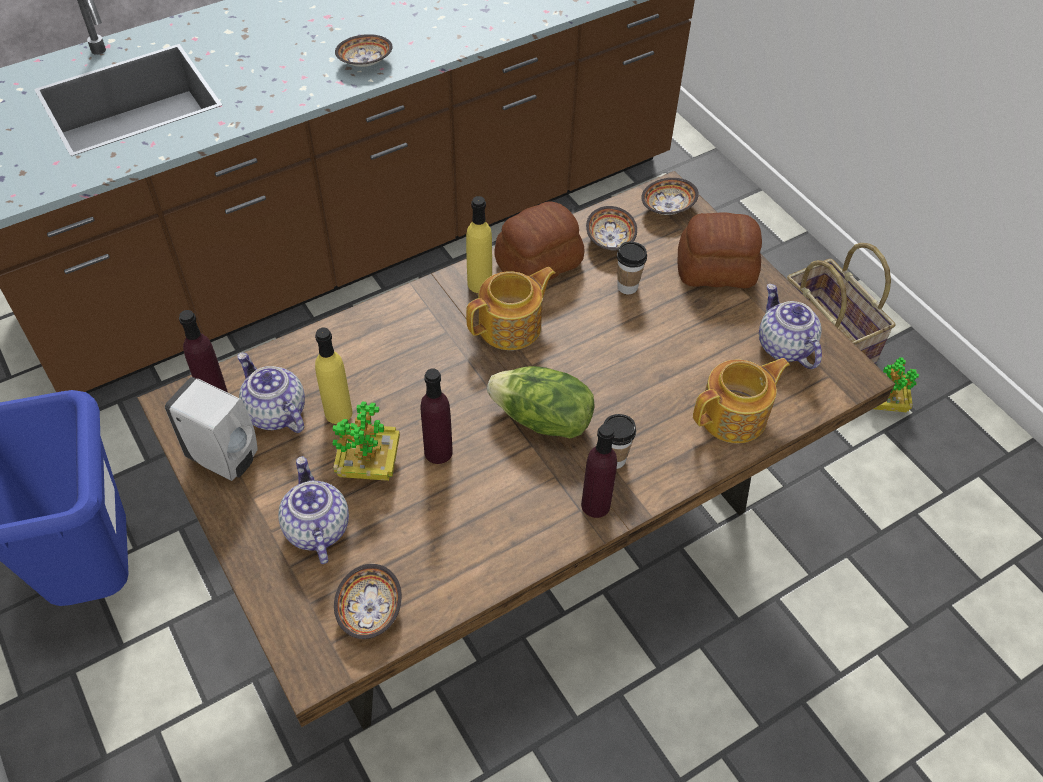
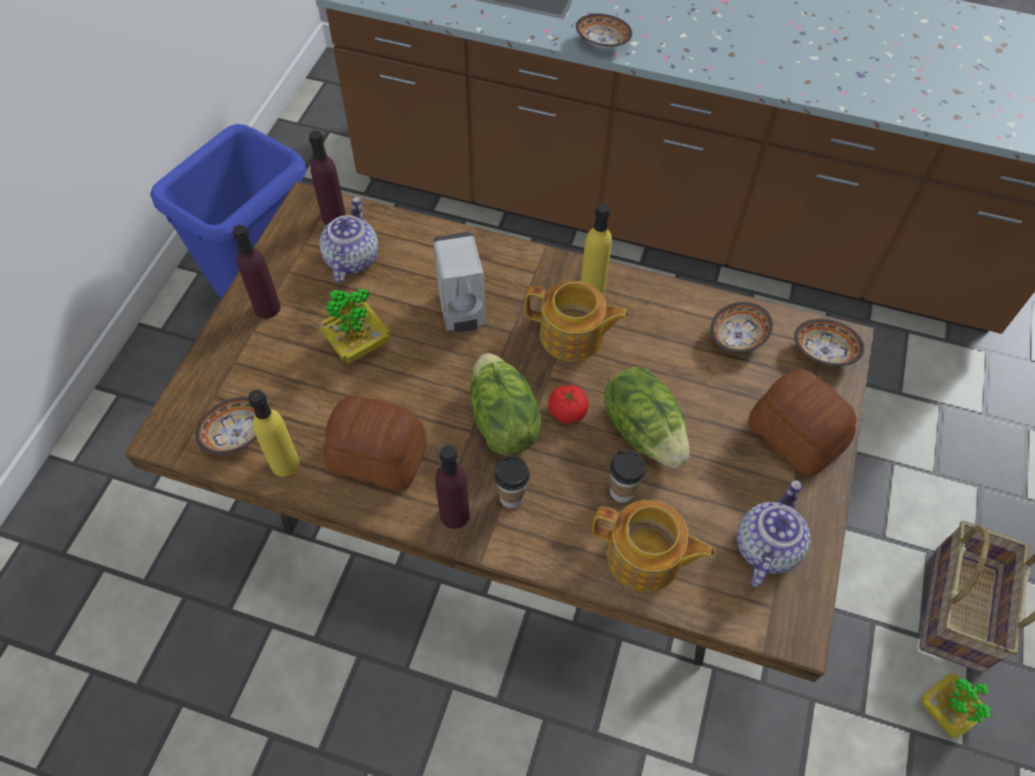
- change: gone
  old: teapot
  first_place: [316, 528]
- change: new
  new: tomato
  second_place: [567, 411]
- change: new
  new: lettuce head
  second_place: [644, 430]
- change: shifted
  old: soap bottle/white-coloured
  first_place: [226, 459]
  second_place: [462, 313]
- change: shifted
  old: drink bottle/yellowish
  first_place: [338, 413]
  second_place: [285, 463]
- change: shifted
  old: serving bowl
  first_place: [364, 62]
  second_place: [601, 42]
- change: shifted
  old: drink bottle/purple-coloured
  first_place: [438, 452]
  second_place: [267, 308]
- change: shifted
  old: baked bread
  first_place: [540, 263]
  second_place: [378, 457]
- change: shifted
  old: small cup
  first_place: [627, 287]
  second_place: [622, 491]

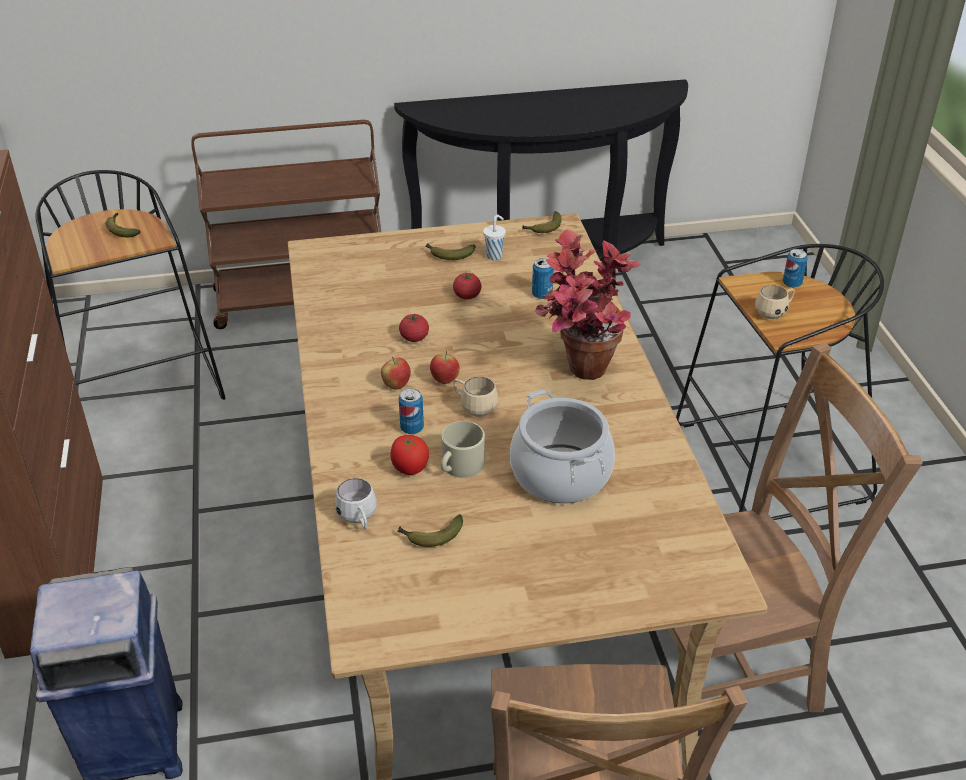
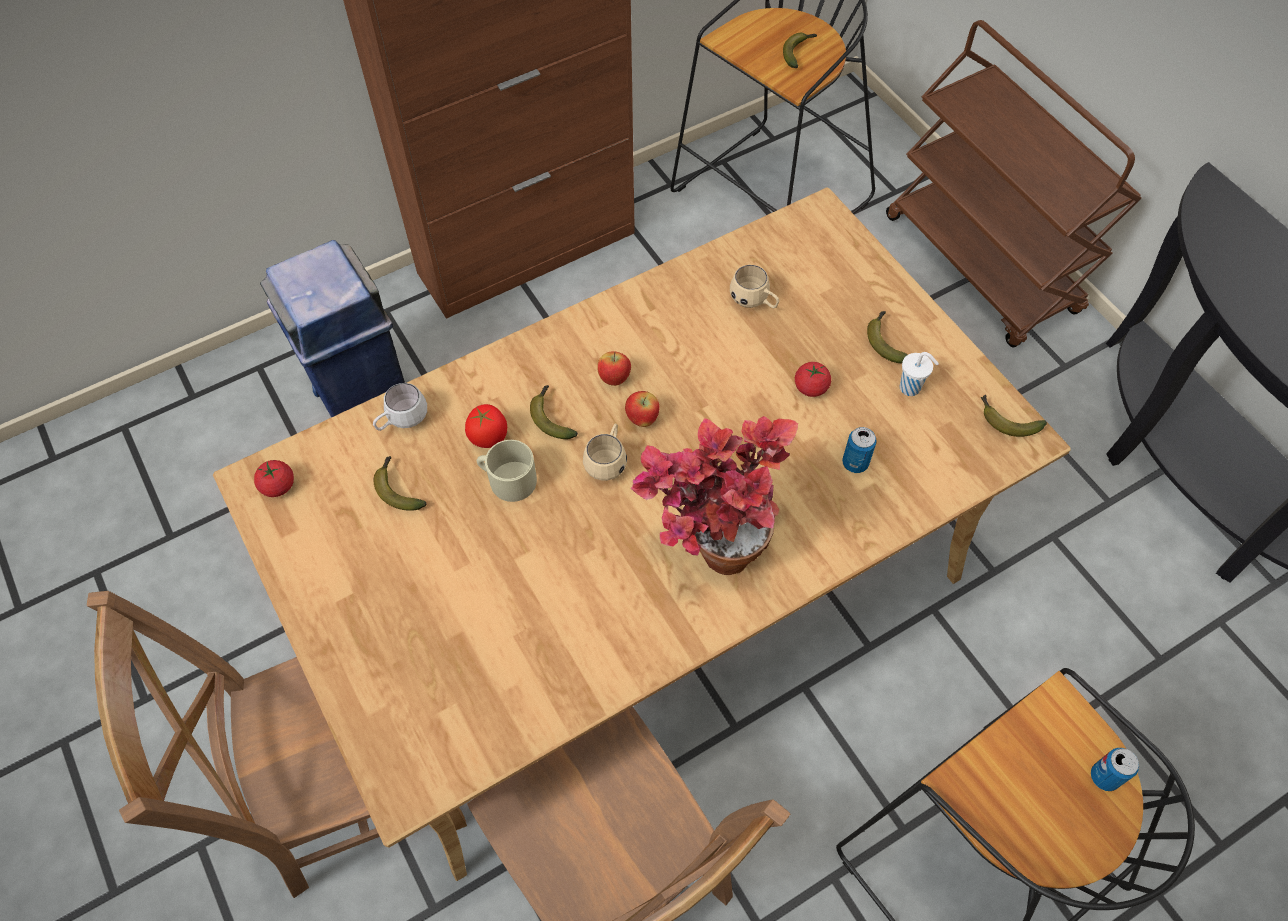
- change: gone
  old: cooking pot
  first_place: [560, 474]
- change: shifted
  old: tomato
  first_place: [414, 338]
  second_place: [278, 486]
- change: shifted
  old: tea mug/beige
  first_place: [774, 312]
  second_place: [754, 302]
- change: swapped
  old: sealed can
  new: banana
  first_place: [412, 428]
  second_place: [551, 417]

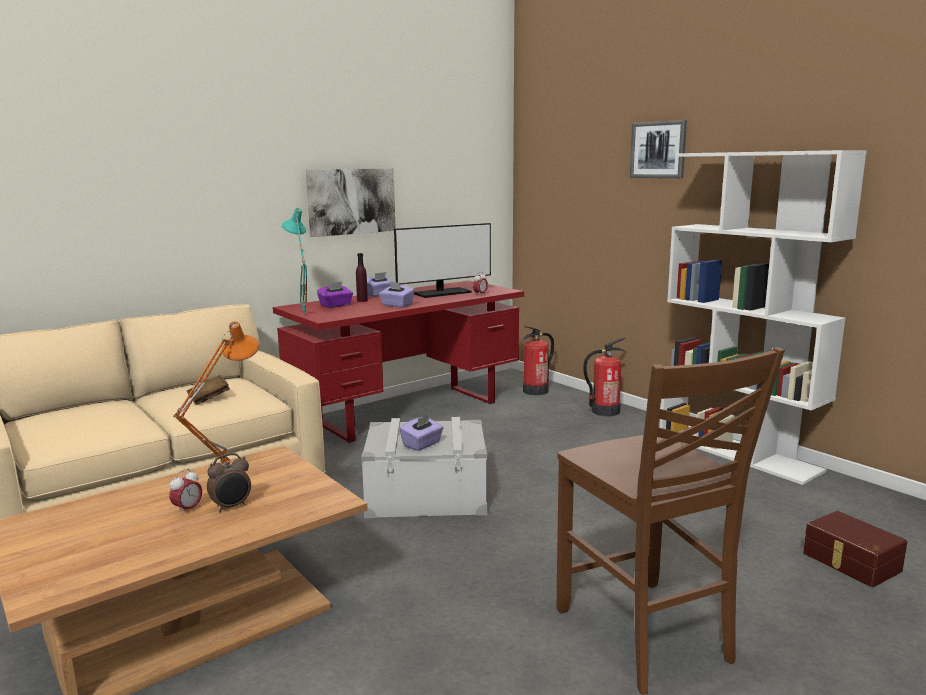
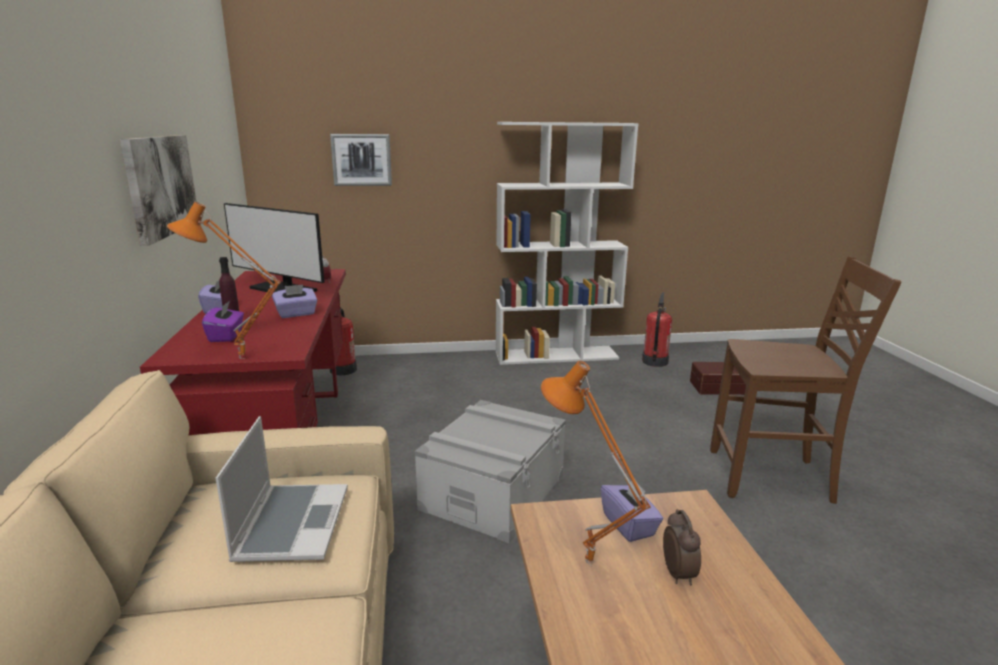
- change: gone
  old: alarm clock
  first_place: [188, 510]
- change: shifted
  old: box of tissues/purple-coloured
  first_place: [422, 444]
  second_place: [629, 525]
- change: shifted
  old: fire extinguisher
  first_place: [604, 411]
  second_place: [654, 362]
- change: shifted
  old: wall picture
  first_place: [658, 150]
  second_place: [361, 160]
- change: swapped
  old: book/brown
  new: notebook computer
  first_place: [209, 399]
  second_place: [291, 523]
- change: repainted
  old: tabletop lamp/turquoise
  new: tabletop lamp/orange-coloured
  first_place: [302, 315]
  second_place: [239, 359]
- change: rotated
  old: monitor
  first_place: [442, 293]
  second_place: [283, 289]
  degrees: 120

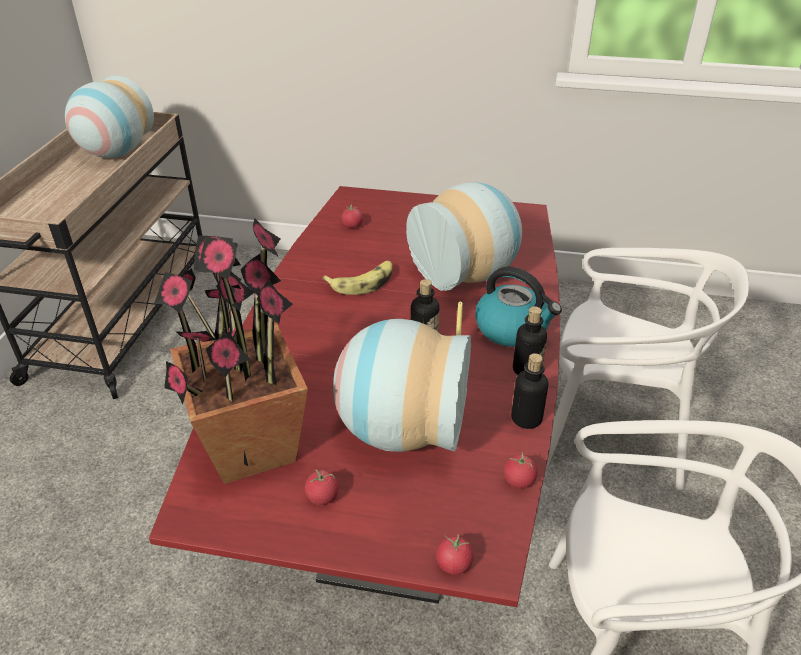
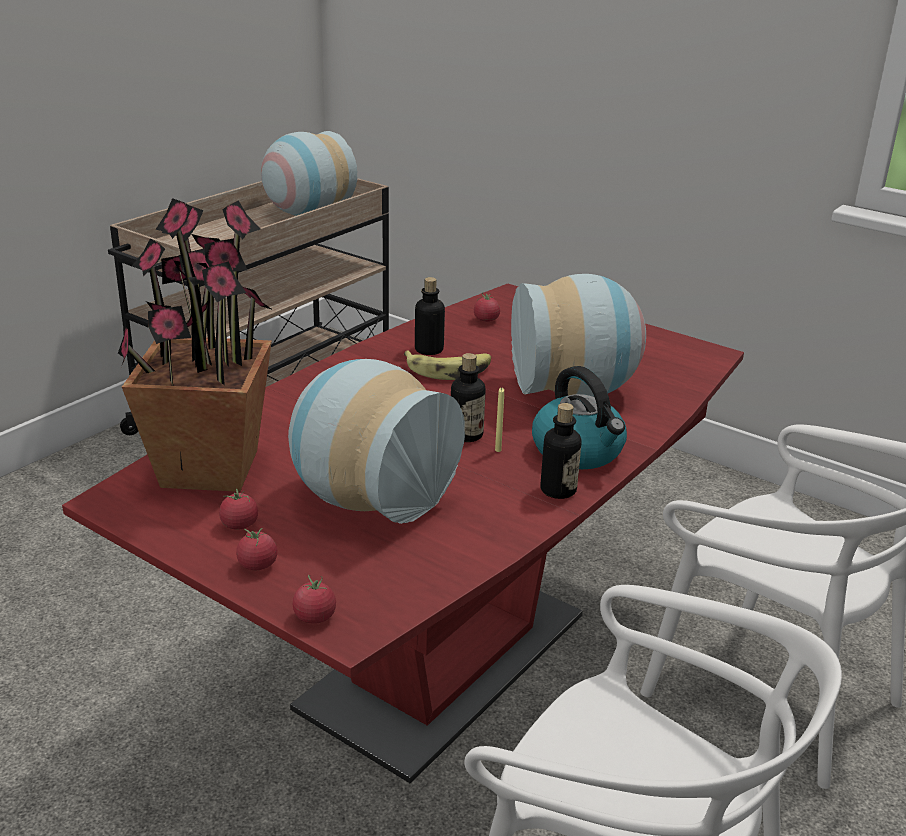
- change: shifted
  old: tomato
  first_place: [519, 480]
  second_place: [257, 565]
- change: shifted
  old: drink bottle
  first_place: [526, 418]
  second_place: [429, 350]

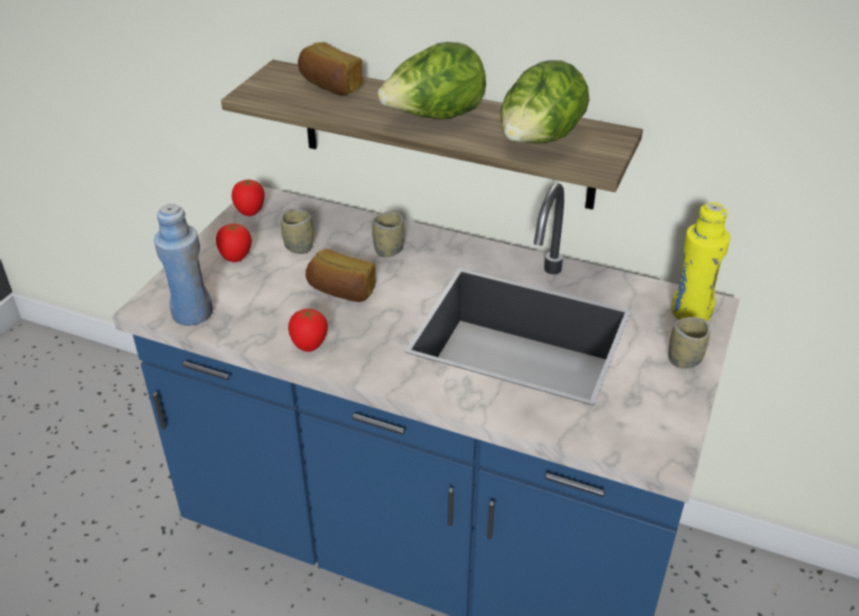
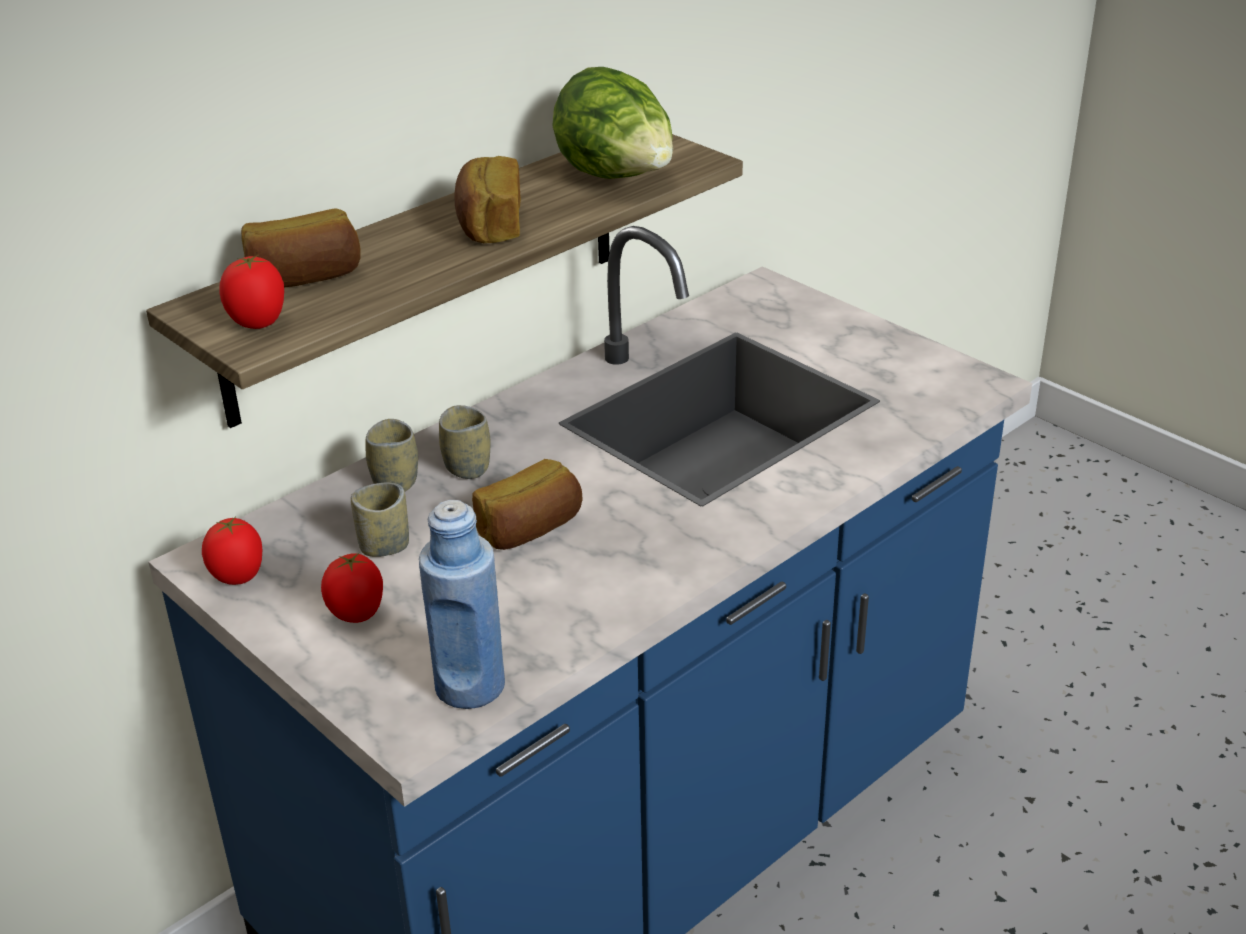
- change: gone
  old: drink bottle/yellowish
  first_place: [691, 312]
- change: shifted
  old: tomato
  first_place: [309, 346]
  second_place: [259, 324]
- change: shifted
  old: small cup
  first_place: [684, 359]
  second_place: [395, 482]
- change: swapped
  old: lettuce head
  new: baked bread
  first_place: [434, 118]
  second_place: [489, 225]

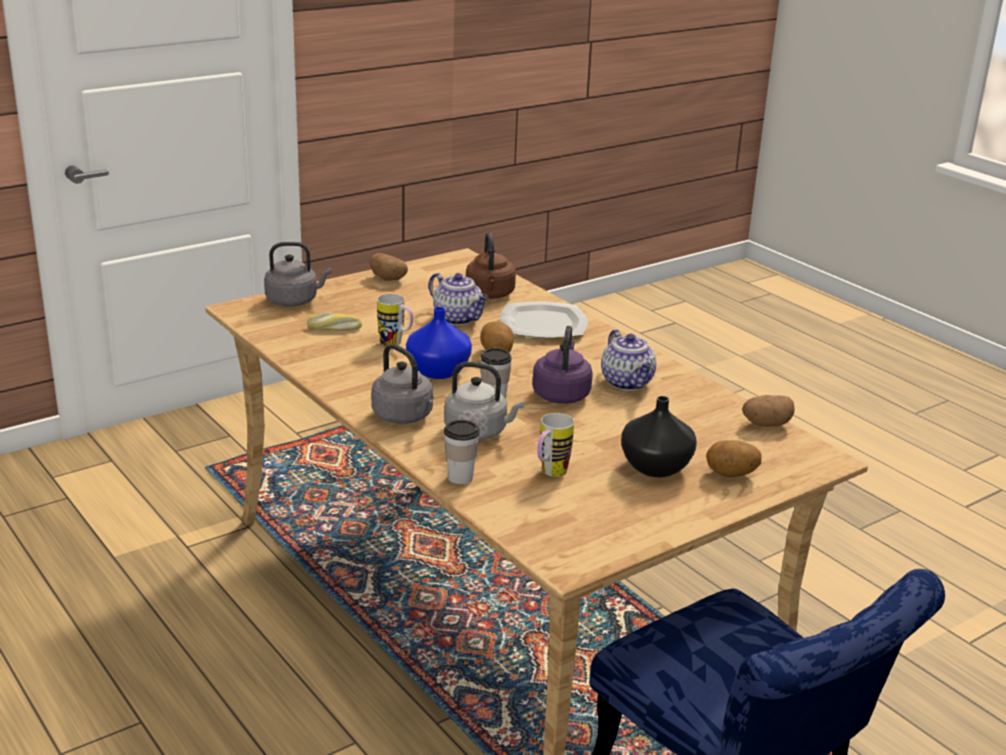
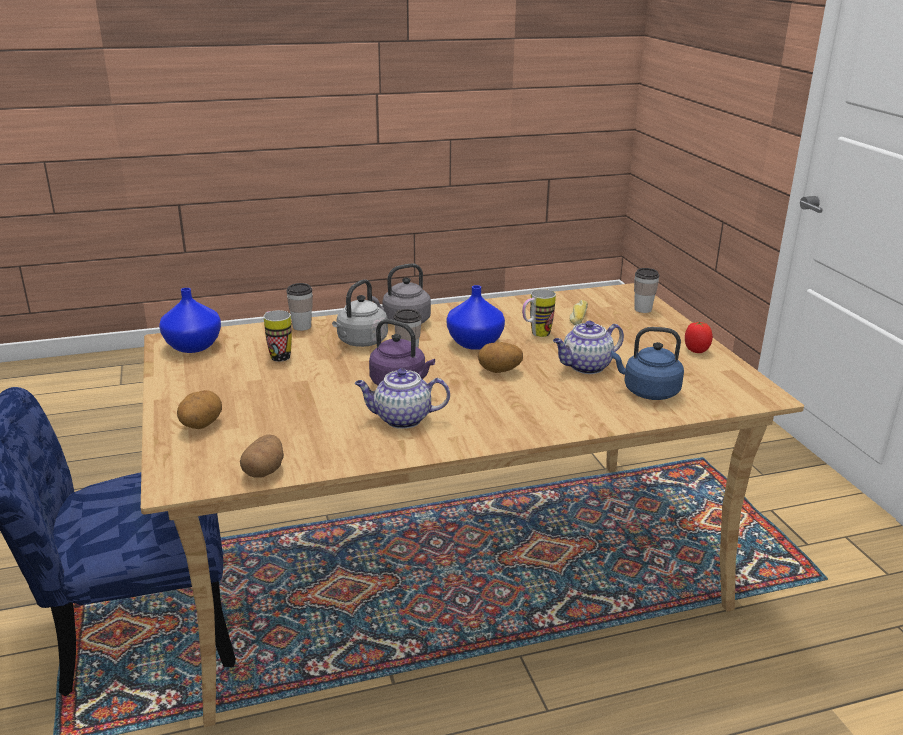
- change: gone
  old: plate
  first_place: [544, 324]
- change: gone
  old: vase/black-coloured
  first_place: [654, 467]
- change: new
  new: vase/blue
  second_place: [192, 346]
- change: swapped
  old: kettle/greyish
  new: small cup
  first_place: [294, 301]
  second_place: [643, 309]
- change: swapped
  old: whole potato
  new: tomato
  first_place: [389, 279]
  second_place: [696, 350]
- change: repainted
  old: kettle/brown
  new: kettle/blue
  first_place: [490, 294]
  second_place: [647, 392]

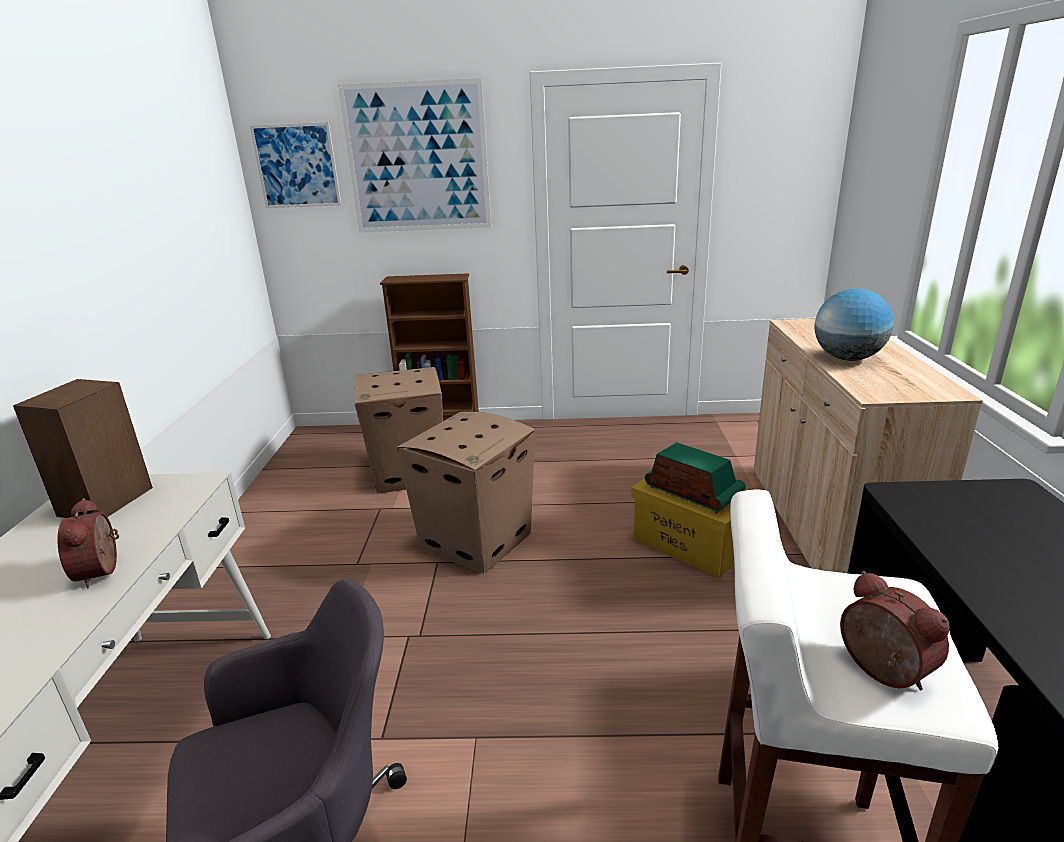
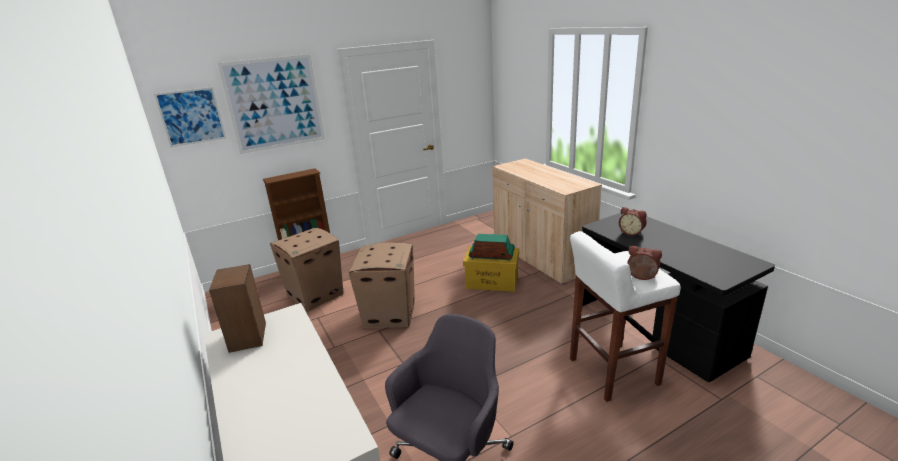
- change: gone
  old: desk globe
  first_place: [847, 358]
- change: shifted
  old: alarm clock
  first_place: [103, 571]
  second_place: [631, 232]

